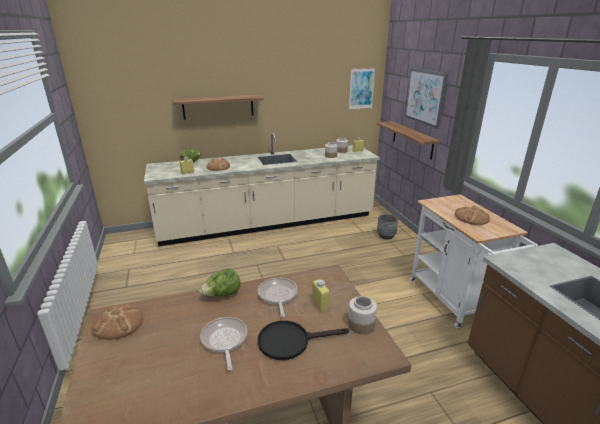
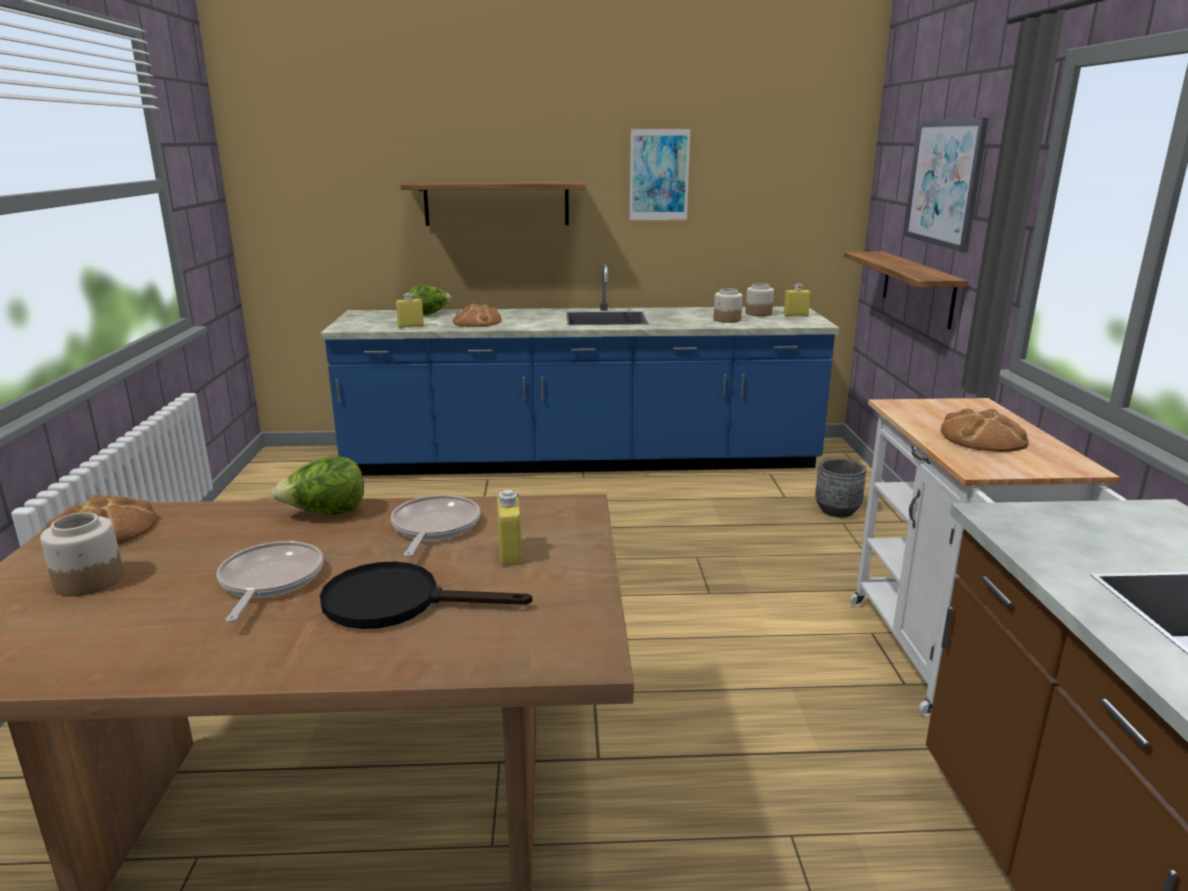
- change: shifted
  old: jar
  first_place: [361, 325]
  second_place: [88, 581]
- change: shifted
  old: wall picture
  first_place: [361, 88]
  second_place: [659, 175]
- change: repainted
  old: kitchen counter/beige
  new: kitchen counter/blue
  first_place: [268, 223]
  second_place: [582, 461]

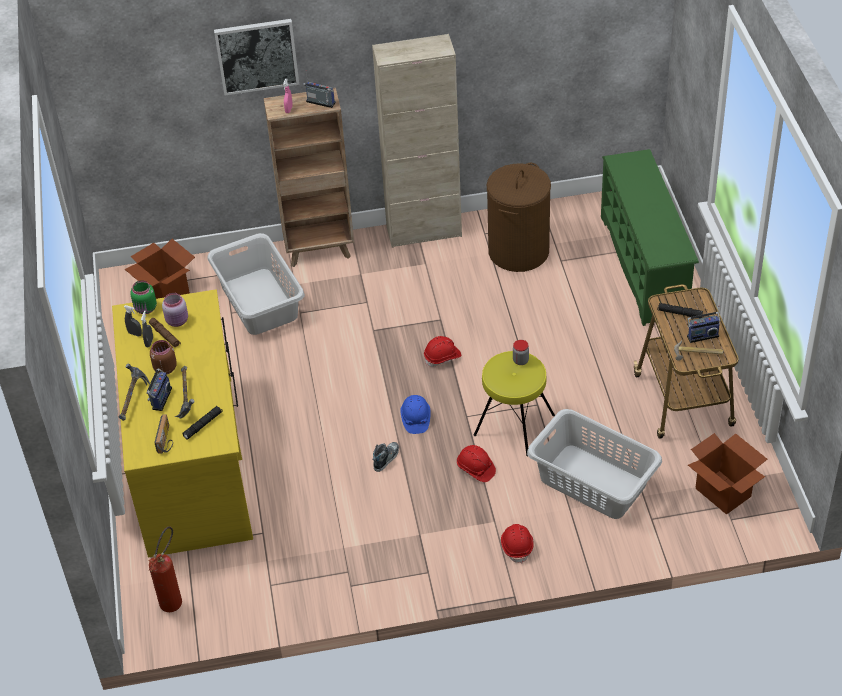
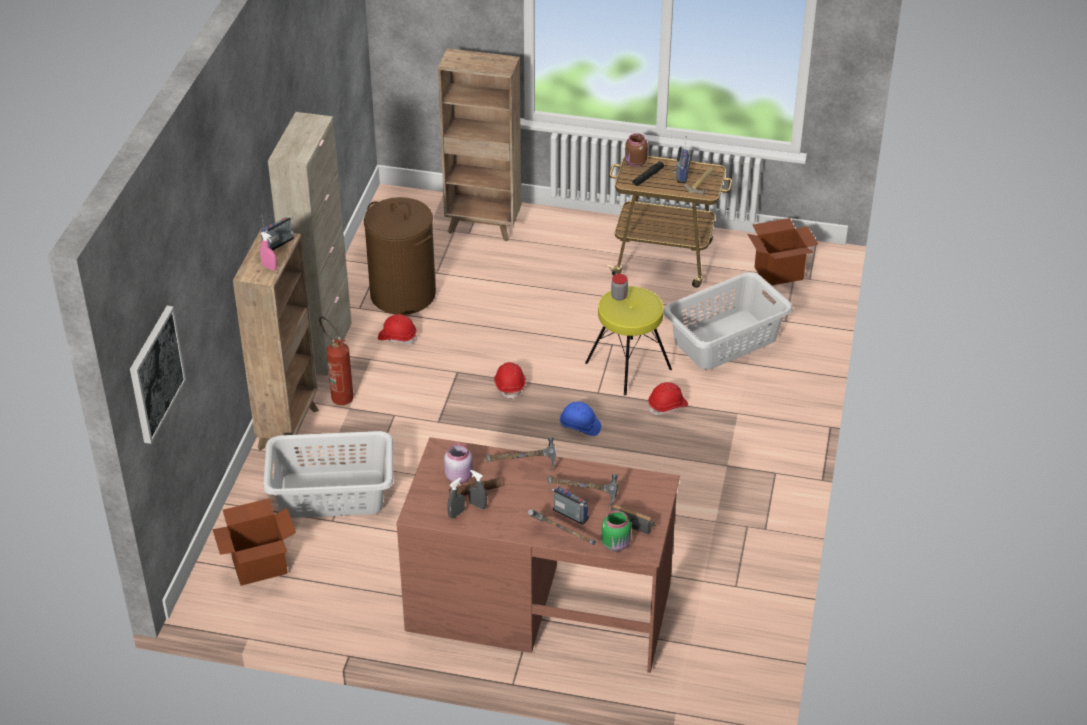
- change: gone
  old: flashlight/black-coloured
  first_place: [203, 425]
- change: gone
  old: shoe
  first_place: [386, 458]
- change: new
  new: hand hammer
  second_place: [523, 466]
- change: shifted
  old: jar/green-coloured
  first_place: [146, 309]
  second_place: [616, 544]
- change: shifted
  old: fire extinguisher
  first_place: [174, 599]
  second_place: [339, 395]
- change: shifted
  old: jar/brown
  first_place: [164, 368]
  second_place: [635, 163]
- change: shifted
  old: wall picture
  first_place: [257, 55]
  second_place: [155, 373]
- change: shifted
  old: safety helmet/red
  first_place: [517, 546]
  second_place: [397, 337]
- change: swapped
  old: shoe rack/green-coloured
  new: shelving unit/brown
  first_place: [645, 266]
  second_place: [483, 226]
- change: repainted
  old: desk/yellowish
  new: desk/brown
  first_place: [192, 464]
  second_place: [539, 606]

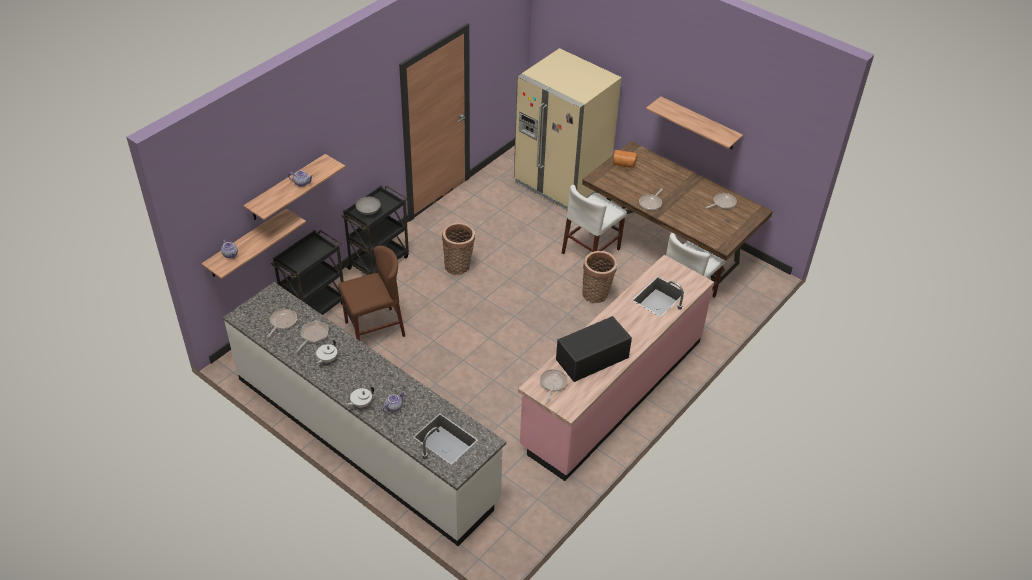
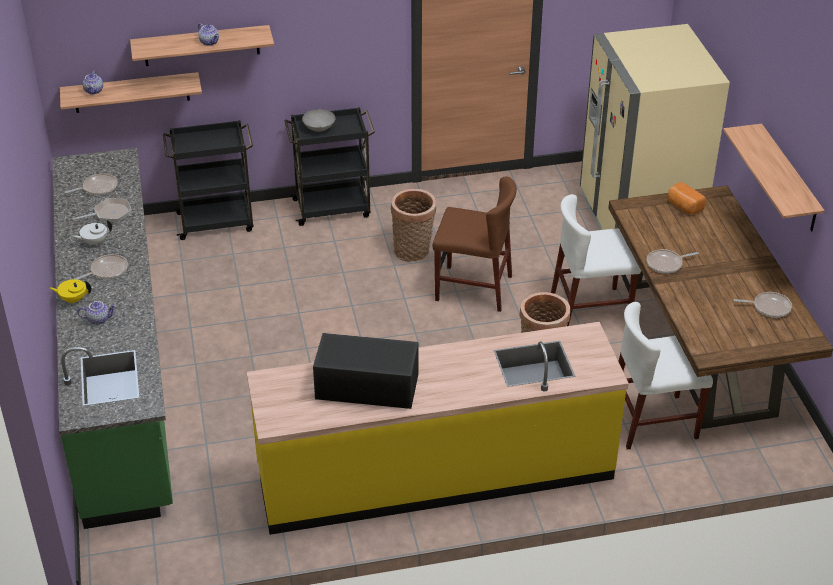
- change: shifted
  old: chair/brown
  first_place: [374, 329]
  second_place: [473, 288]
- change: shifted
  old: pan
  first_place: [552, 384]
  second_place: [107, 271]
- change: repainted
  old: kitchen counter/white-coloured
  new: kitchen counter/green-coloured
  first_place: [365, 438]
  second_place: [120, 369]
- change: repainted
  old: teapot/white-coloured
  new: teapot/yellowish
  first_place: [361, 403]
  second_place: [73, 299]
- change: repainted
  old: kitchen counter/pinkish
  new: kitchen counter/yellowish
  first_place: [612, 392]
  second_place: [435, 474]

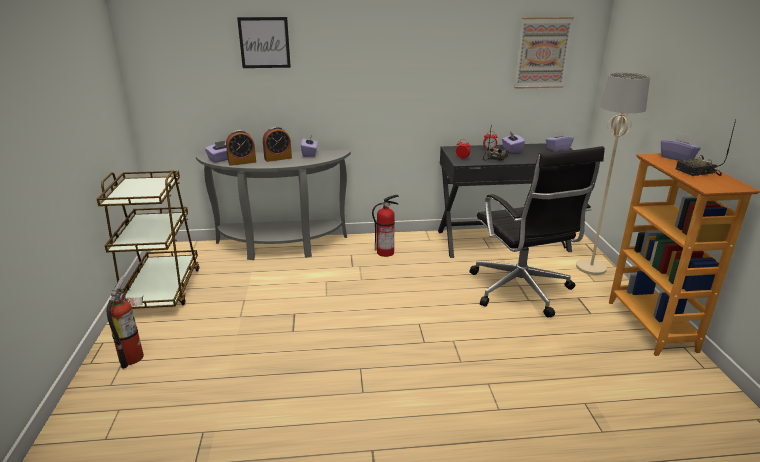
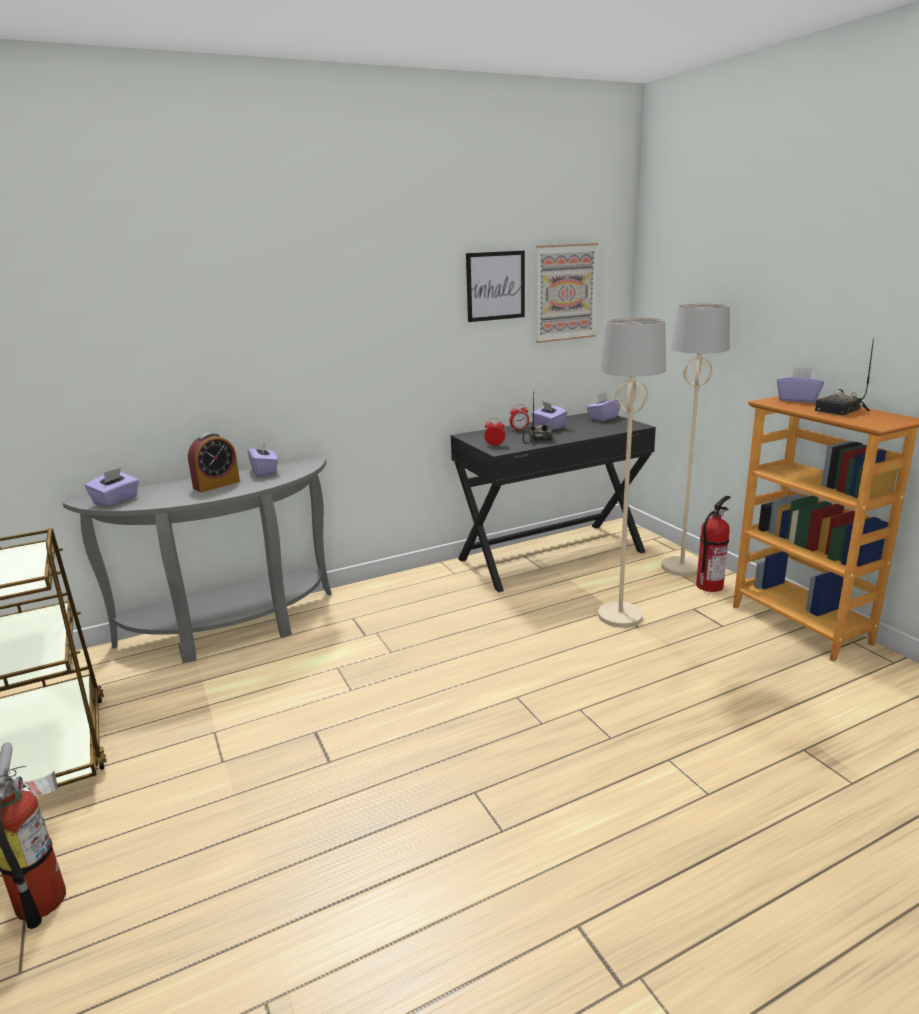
- change: gone
  old: alarm clock
  first_place: [242, 162]
- change: shifted
  old: wall picture
  first_place: [264, 42]
  second_place: [495, 286]
- change: shifted
  old: fire extinguisher
  first_place: [386, 252]
  second_place: [709, 585]
- change: swapped
  old: office chair/black-coloured
  new: standard lamp/beige
  first_place: [521, 291]
  second_place: [620, 616]

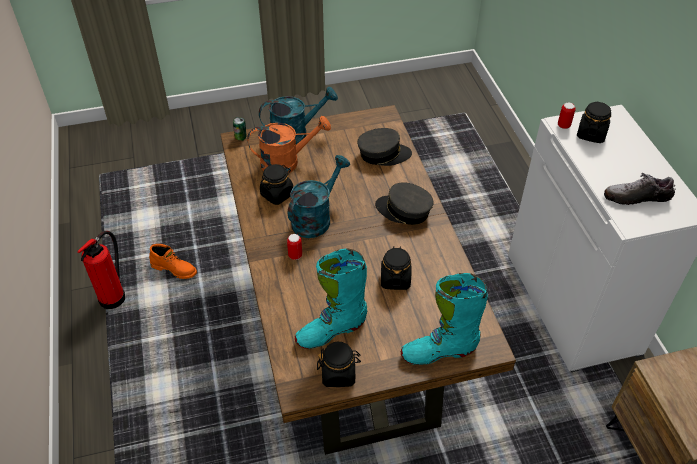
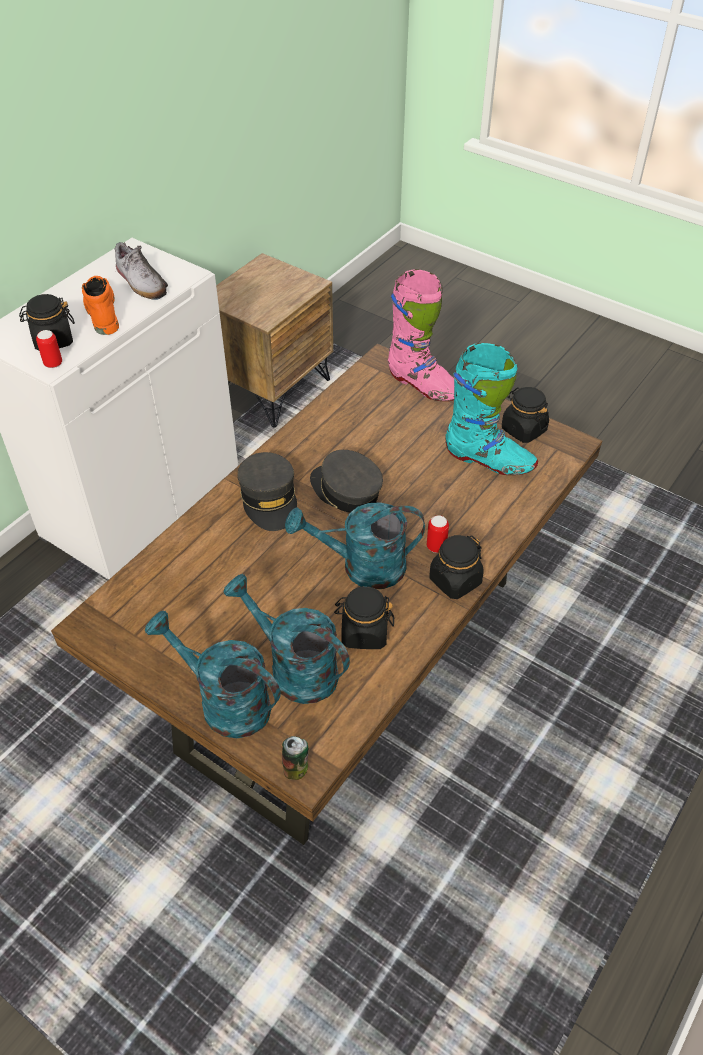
- change: gone
  old: fire extinguisher
  first_place: [114, 297]
- change: shifted
  old: boot/orange-coloured
  first_place: [174, 269]
  second_place: [101, 311]
- change: shifted
  old: peaked cap/greyish
  first_place: [383, 154]
  second_place: [345, 491]
- change: shifted
  old: jar/black-coloured
  first_place: [395, 279]
  second_place: [455, 581]
- change: repainted
  old: watering can/orange-coloured
  new: watering can/turquoise
  first_place: [287, 162]
  second_place: [294, 668]
- change: repainted
  old: boot/turquoise
  new: boot/pinkish
  first_place: [439, 351]
  second_place: [423, 385]

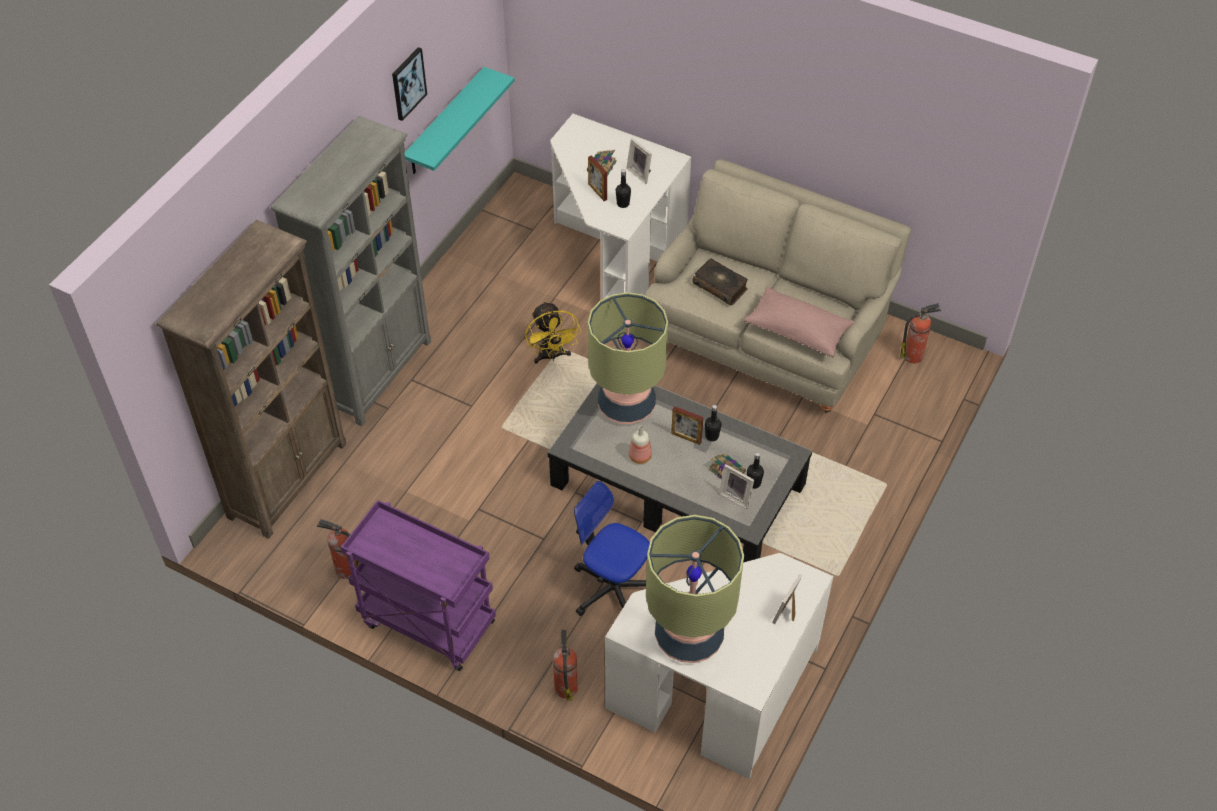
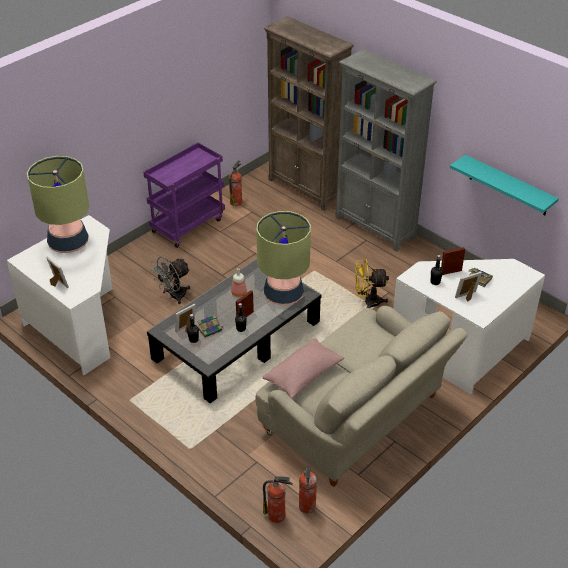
- change: gone
  old: wall picture
  first_place: [408, 83]
- change: gone
  old: book
  first_place: [720, 286]
- change: shifted
  old: fire extinguisher
  first_place: [566, 686]
  second_place: [277, 515]
- change: swapped
  old: office chair
  new: cooling fan/greyish
  first_place: [612, 588]
  second_place: [174, 296]

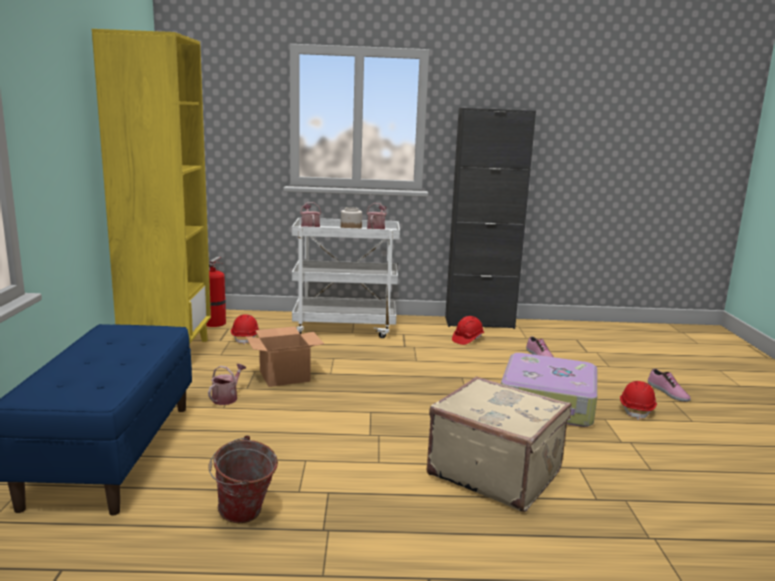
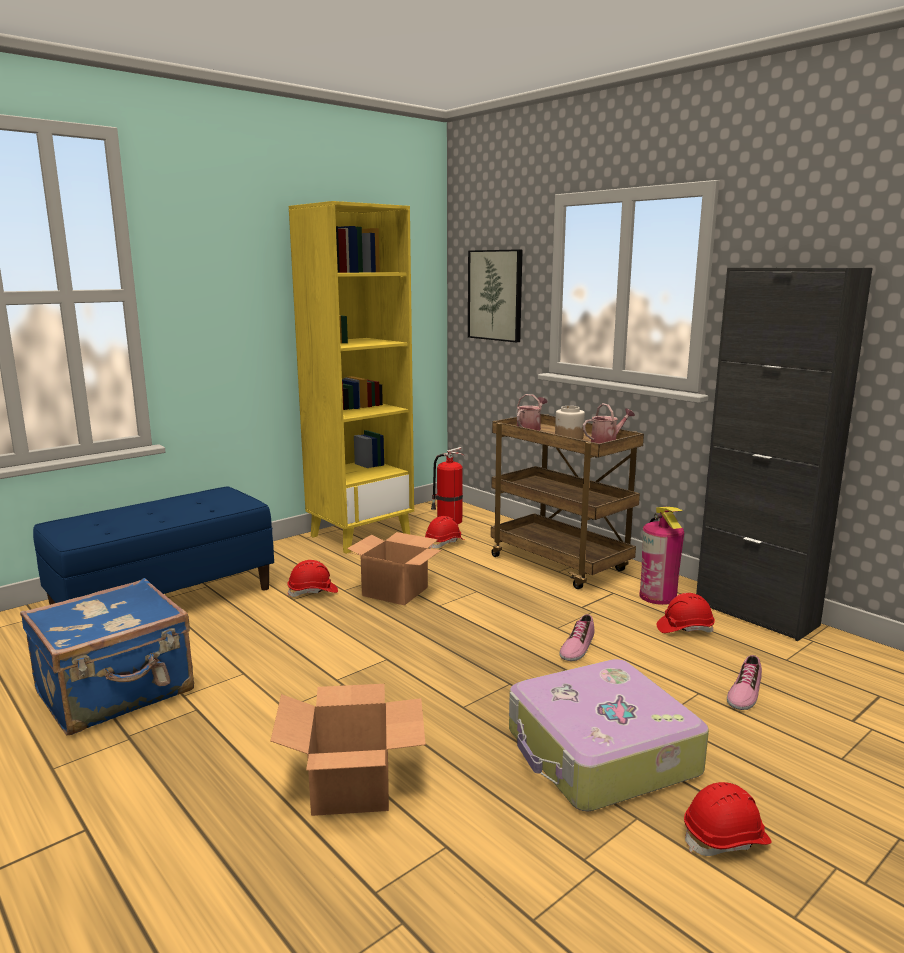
- change: new
  new: wall picture
  second_place: [495, 295]
- change: new
  new: fire extinguisher
  second_place: [658, 596]
- change: shifted
  old: shoe
  first_place: [667, 392]
  second_place: [577, 647]
- change: swapped
  old: watering can
  new: safety helmet/red
  first_place: [227, 398]
  second_place: [313, 592]
- change: swapped
  old: water bucket
  new: travel case/blue
  first_place: [244, 517]
  second_place: [117, 692]
- change: swapped
  old: travel case/beige
  new: carton
  first_place: [495, 472]
  second_place: [350, 785]
- change: repainted
  old: trolley/white-coloured
  new: trolley/brown
  first_place: [345, 328]
  second_place: [561, 564]

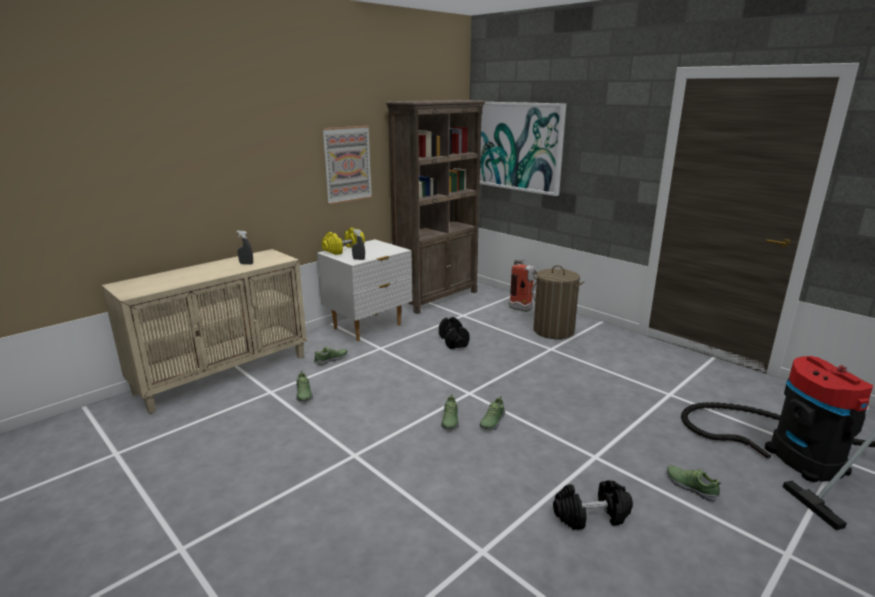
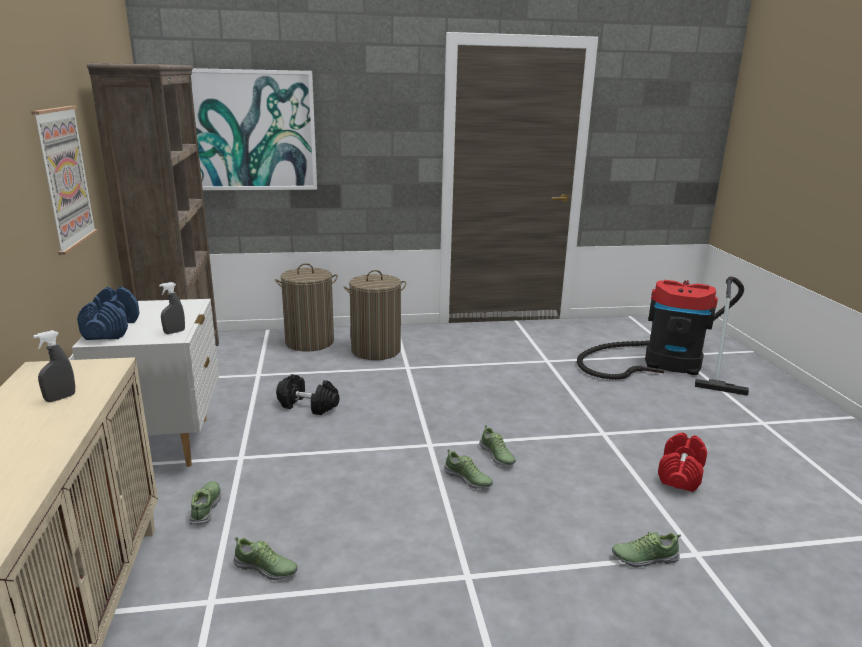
- change: shifted
  old: shoe
  first_place: [691, 486]
  second_place: [644, 557]
- change: swapped
  old: fire extinguisher
  new: hamper
  first_place: [524, 310]
  second_place: [310, 342]
- change: repainted
  old: hand weight/yellowish
  new: hand weight/blue
  first_place: [344, 250]
  second_place: [112, 329]
- change: repainted
  old: hand weight/black-coloured
  new: hand weight/red
  first_place: [591, 516]
  second_place: [680, 474]

